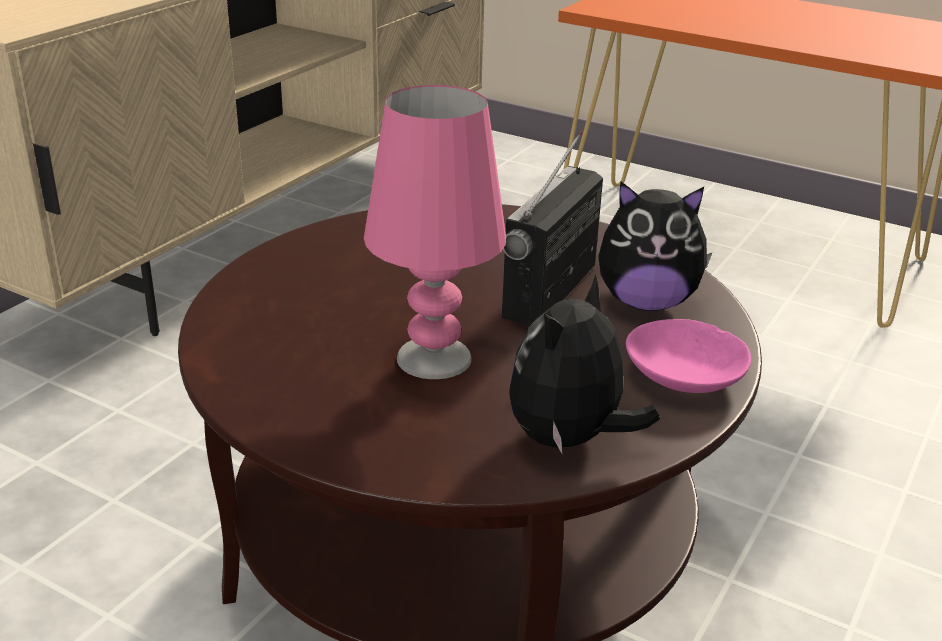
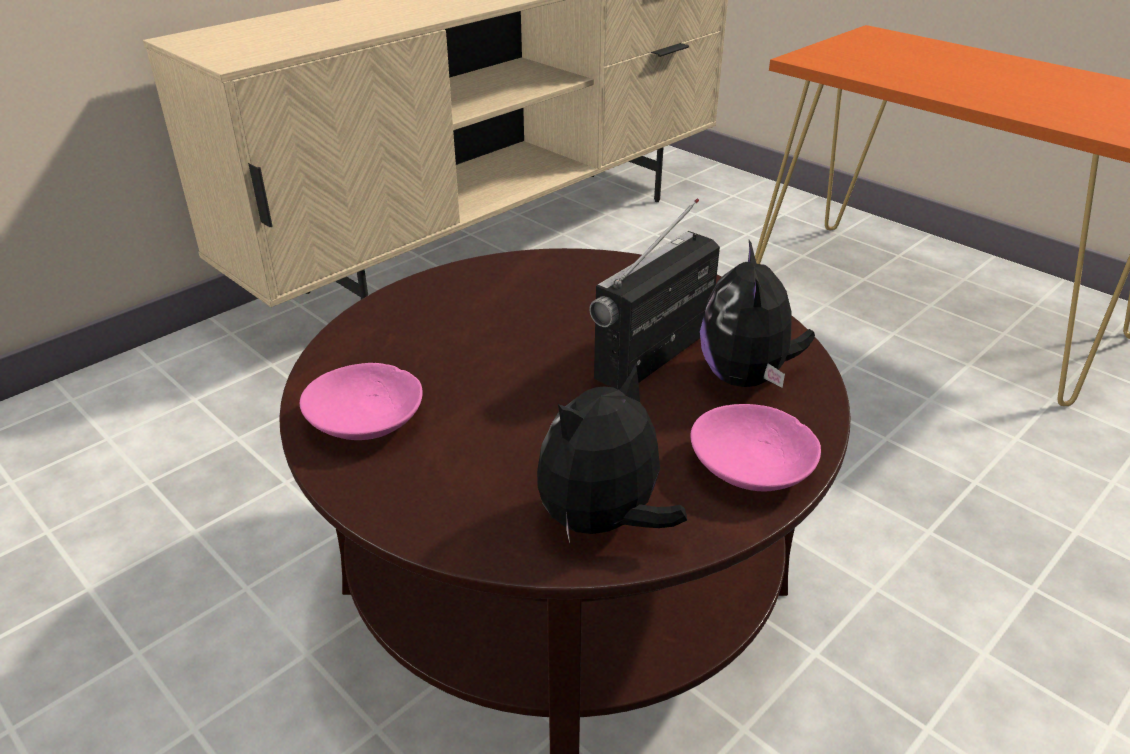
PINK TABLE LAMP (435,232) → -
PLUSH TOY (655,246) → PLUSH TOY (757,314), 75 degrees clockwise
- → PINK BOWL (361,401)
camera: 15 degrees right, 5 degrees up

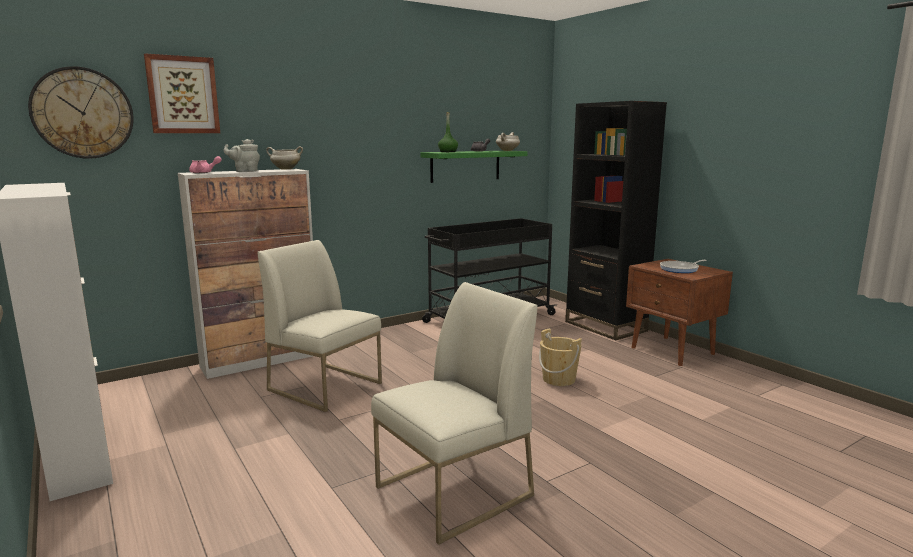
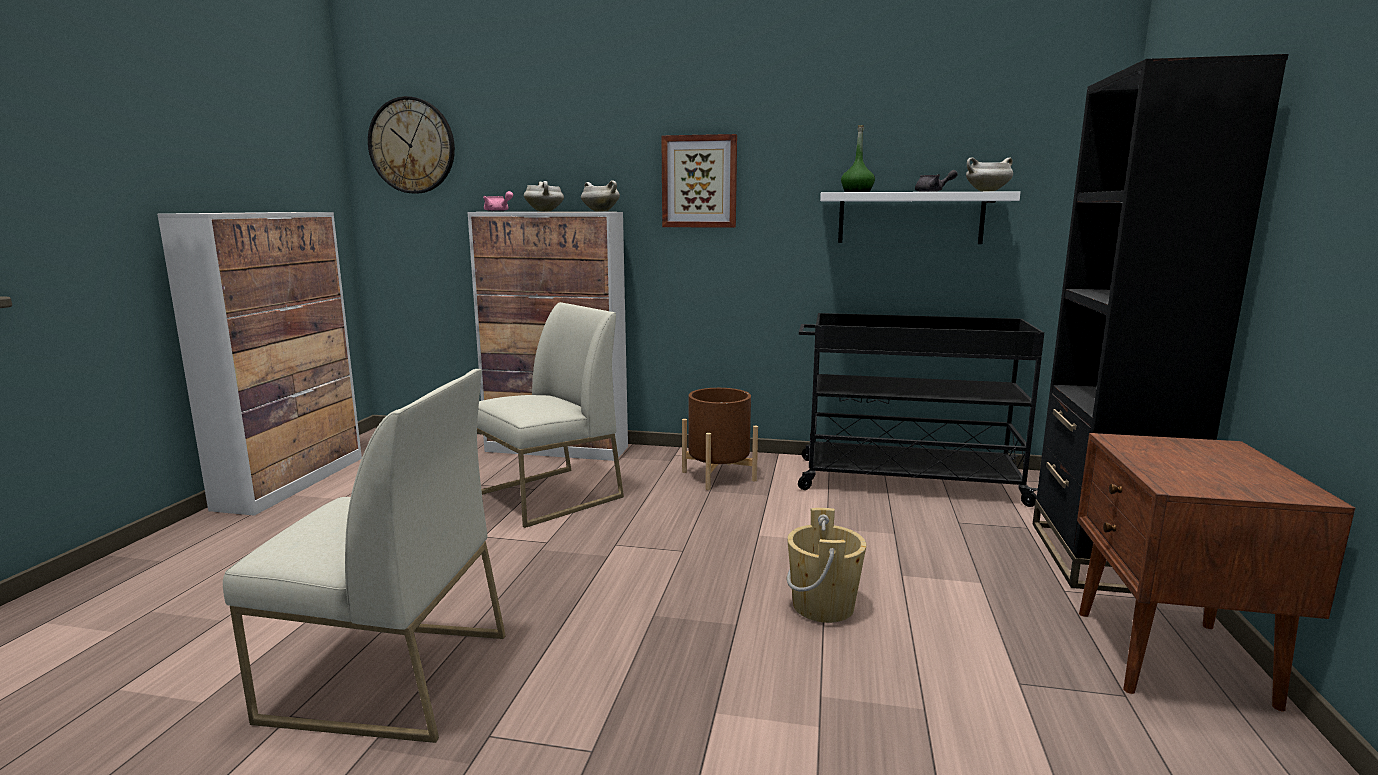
PICTURE (182,93) → PICTURE (699,181), moved
GREY TEAPOT (241,155) → WHITE COOKING POT (544,196)
GREEN SHELF (473,167) → WHITE SHELF (920,217)
WHITE CHAIR (320,326) → WHITE CHAIR (550,415), 60 degrees clockwise
FRYING PAN (683,266) → -
- → BROWN PLANTER (720,439)
camera: 45 degrees right, 0 degrees up

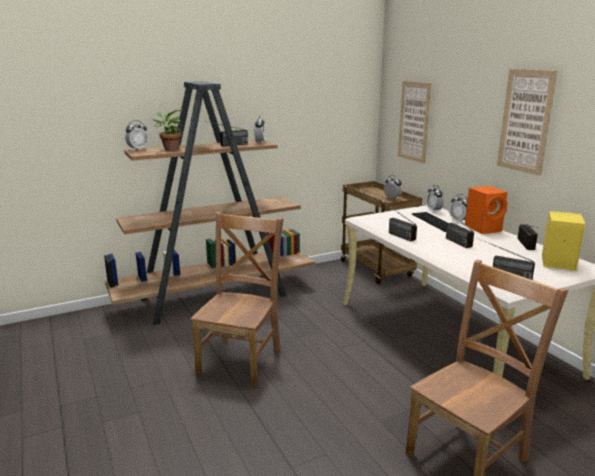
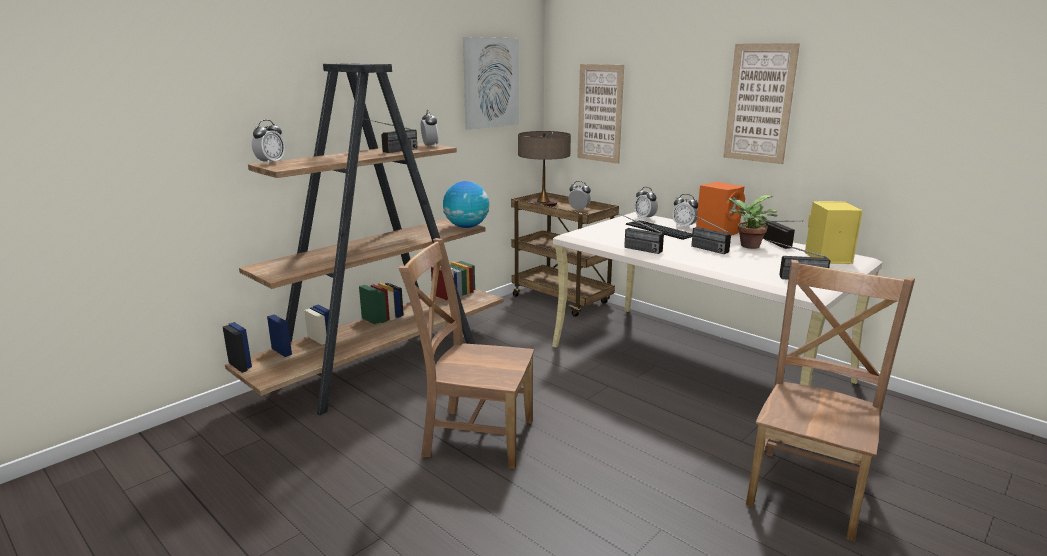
POTTED PLANT (167,130) → POTTED PLANT (752,222), moved
BROWN CHAIR (237,299) → BROWN CHAIR (466,353), 75 degrees counterclockwise
- → PICTURE (491,83)
- → TABLE LAMP (544,169)
- → GLOBE (466,204)
camera: 20 degrees left, 0 degrees up

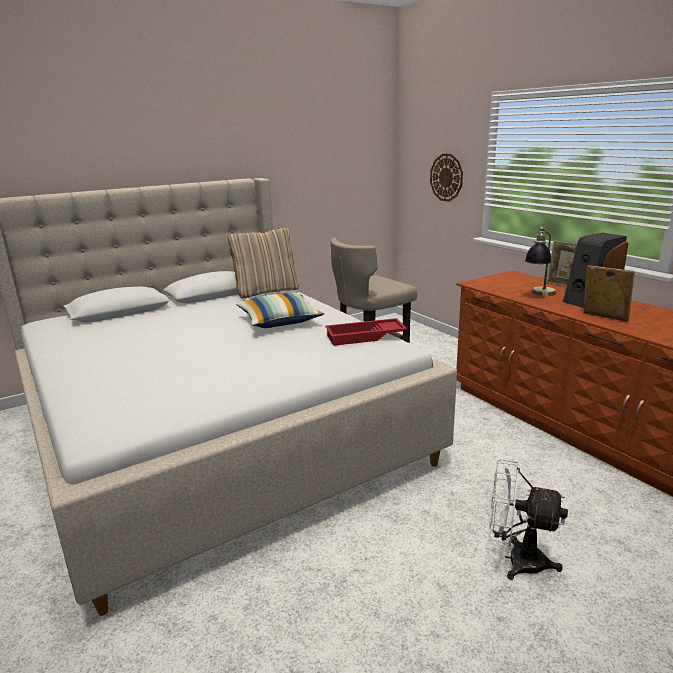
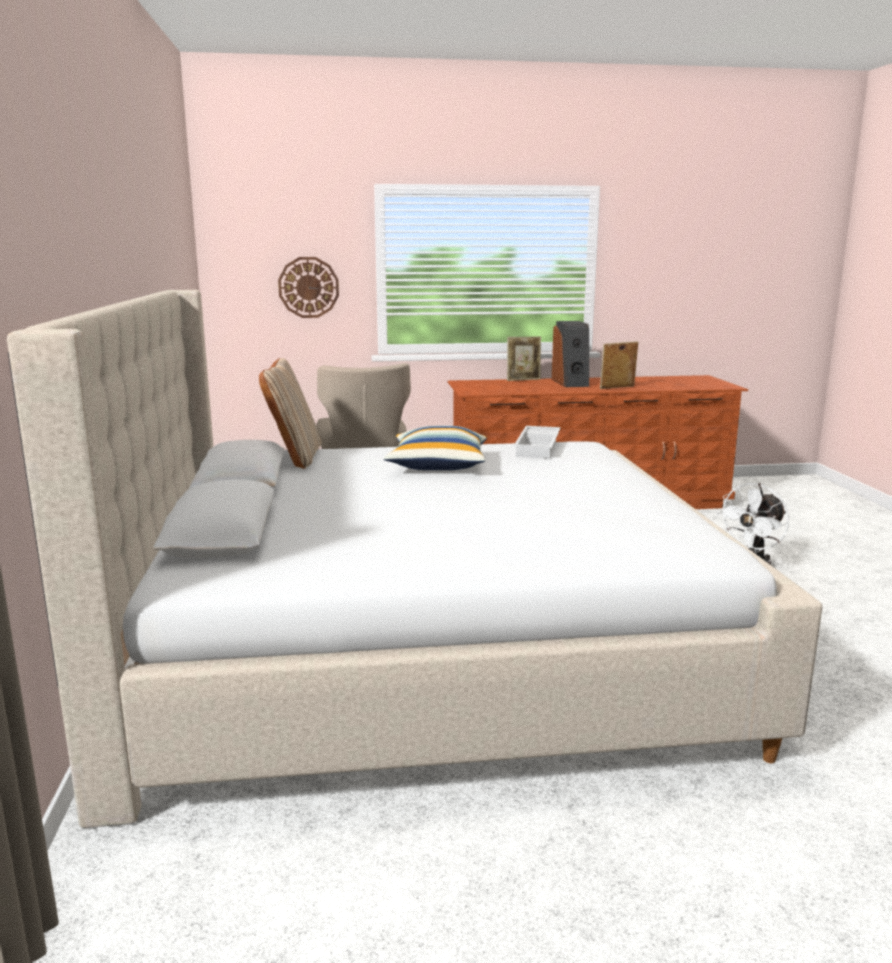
TABLE LAMP (540,261) → -
RED TRAY (366,332) → WHITE TRAY (537,442)
camera: 65 degrees left, 5 degrees down

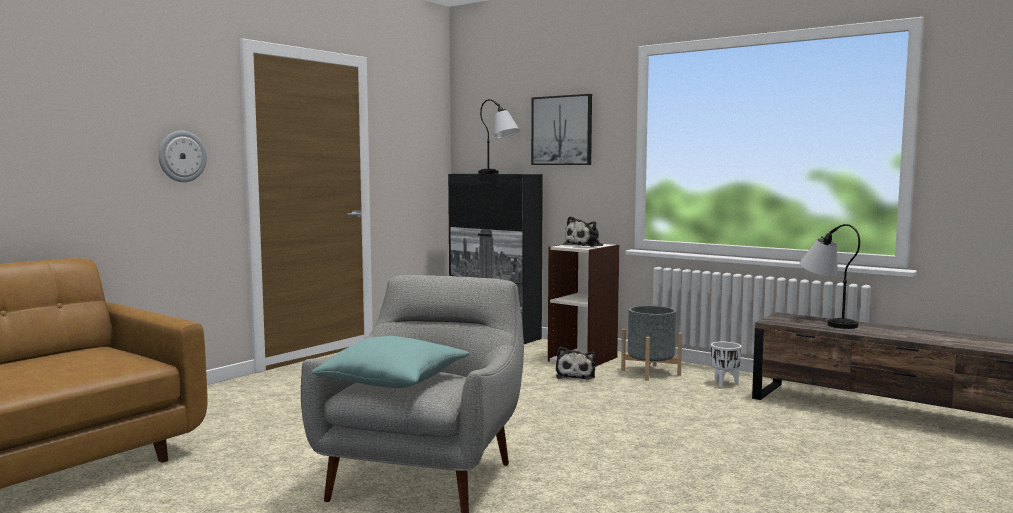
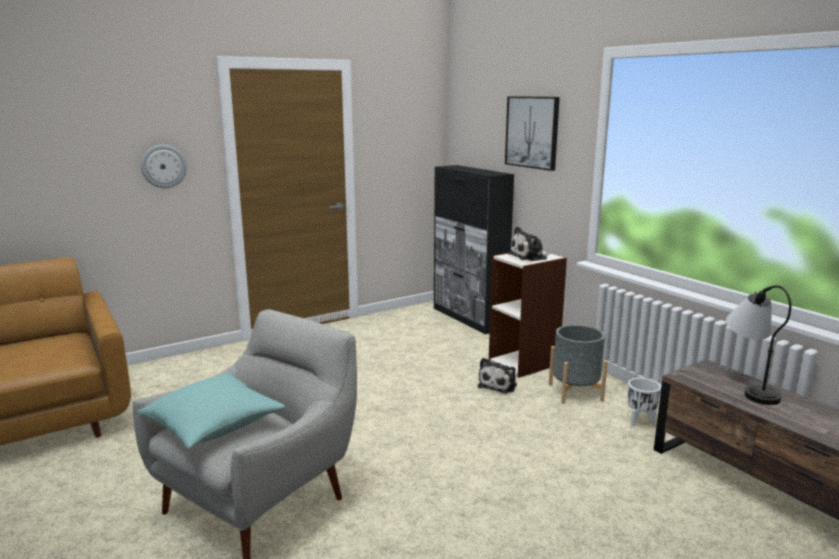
TABLE LAMP (499,136) → -
camera: 20 degrees right, 10 degrees up

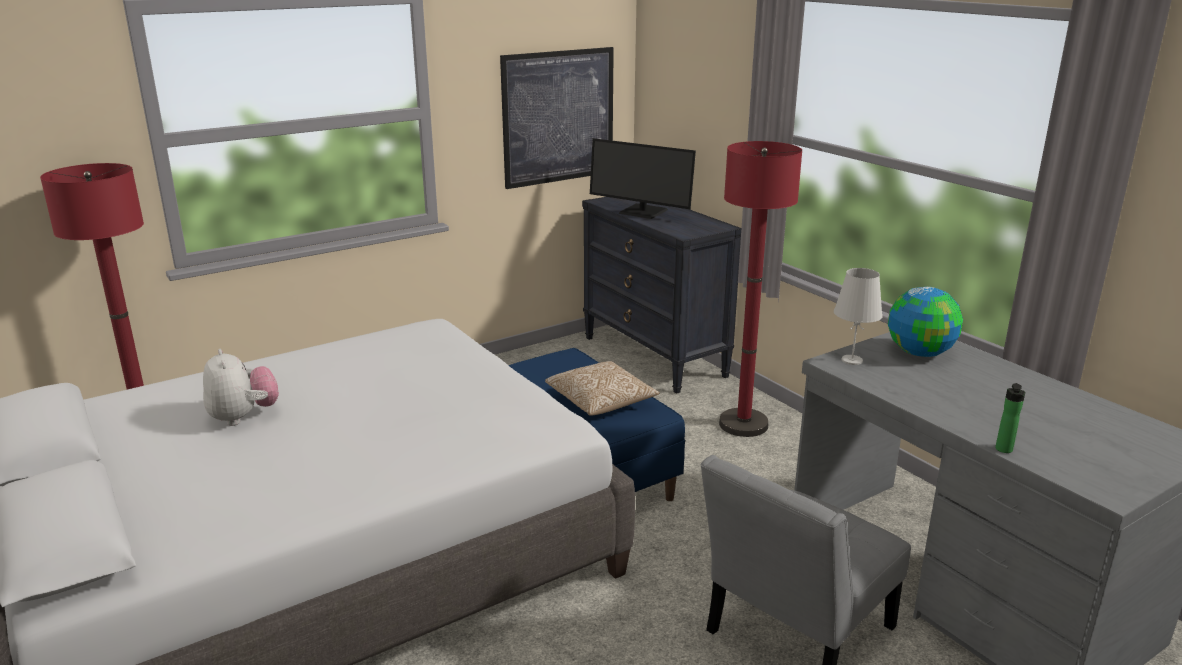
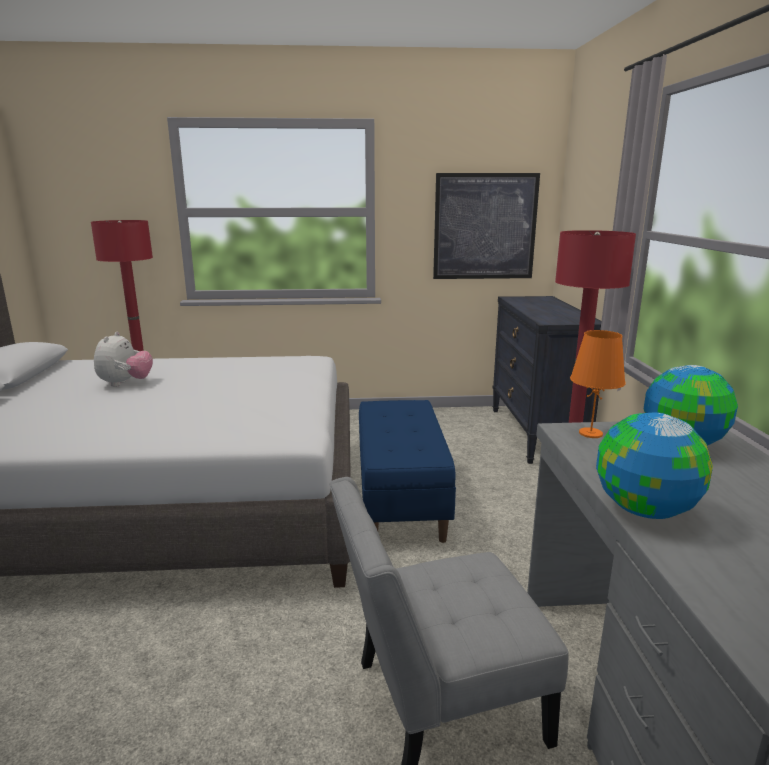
MONITOR (643,178) → -
WHITE TABLE LAMP (858,316) → ORANGE TABLE LAMP (598,384)
PILLOW (602,388) → -
BOTTLE (1010,418) → -
- → GLOBE (654,466)
camera: 30 degrees right, 5 degrees down

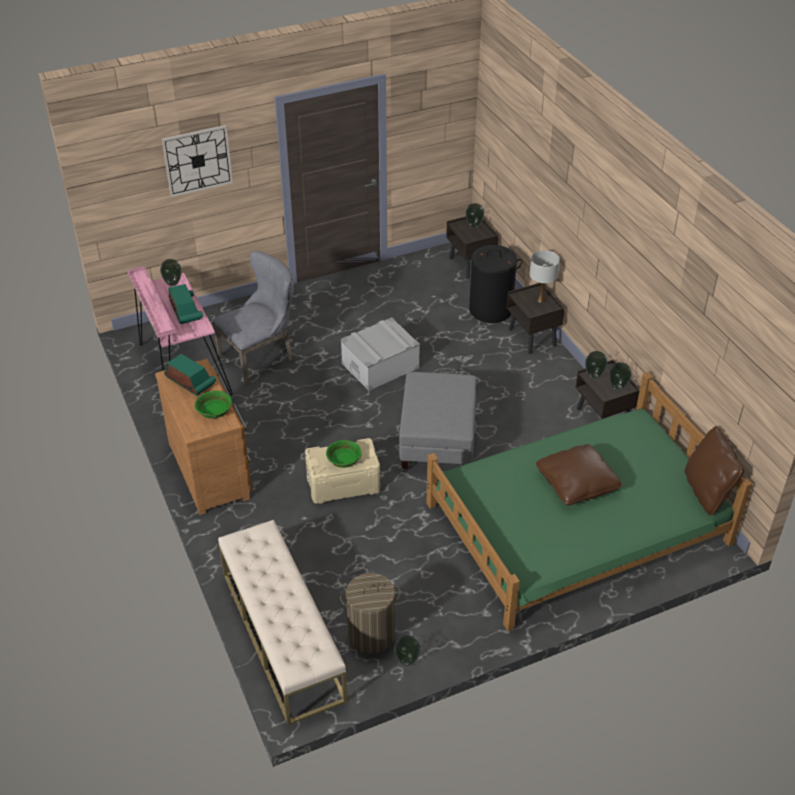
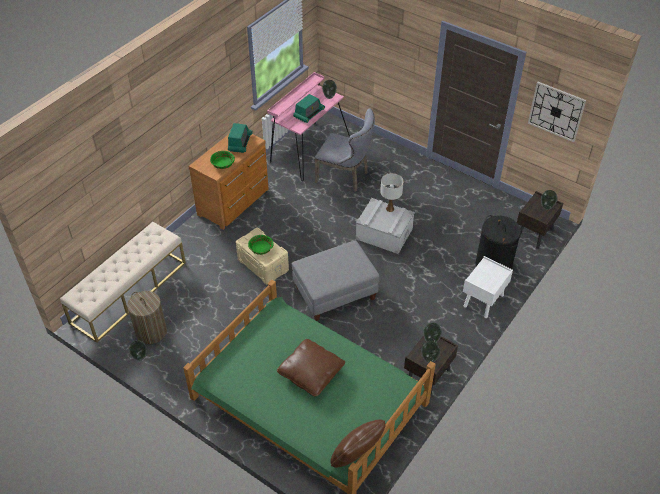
WALL CLOCK (197,161) → WALL CLOCK (557,112), moved
WHITE TABLE LAMP (545,276) → WHITE TABLE LAMP (391,192), moved
BROWN NIGHTSTAND (536,318) → WHITE NIGHTSTAND (488,287)
camera: 60 degrees right, 5 degrees up

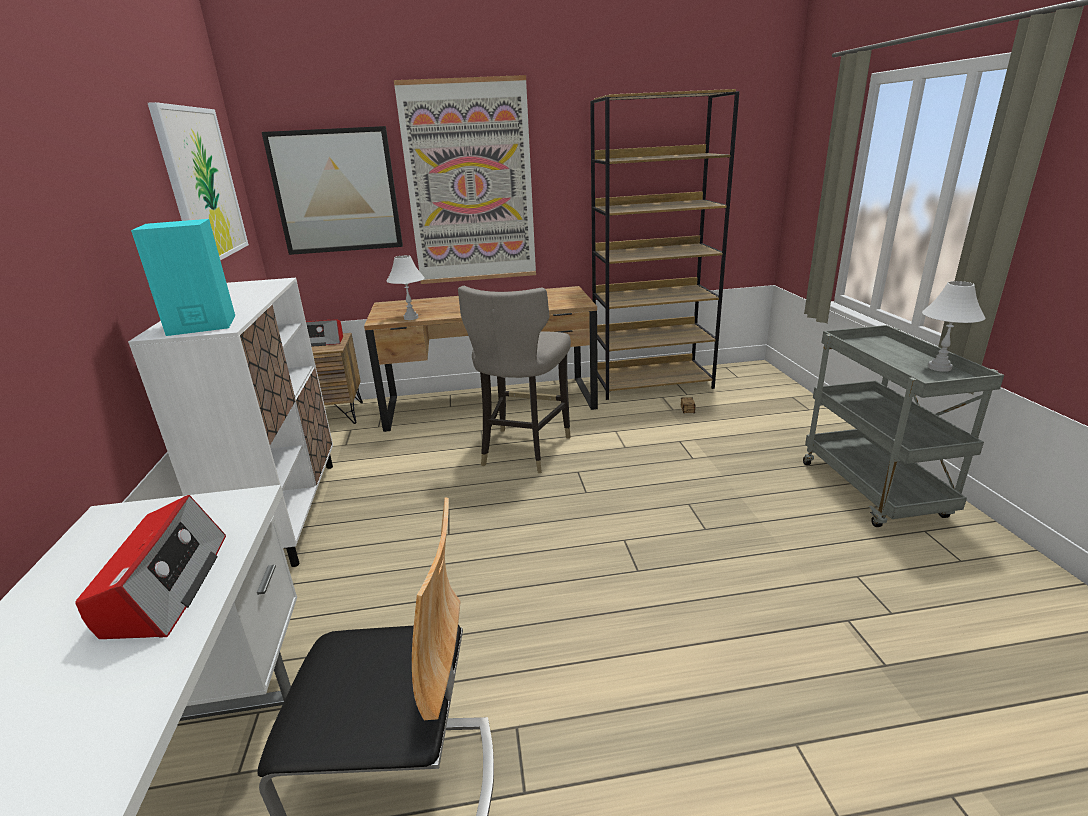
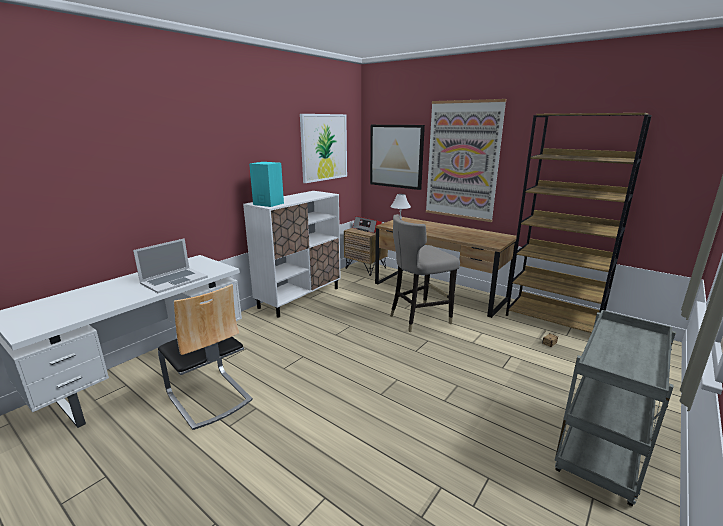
WHITE TABLE LAMP (953,326) → -
RADIO (150,567) → LAPTOP (170,265)
camera: 45 degrees right, 5 degrees down

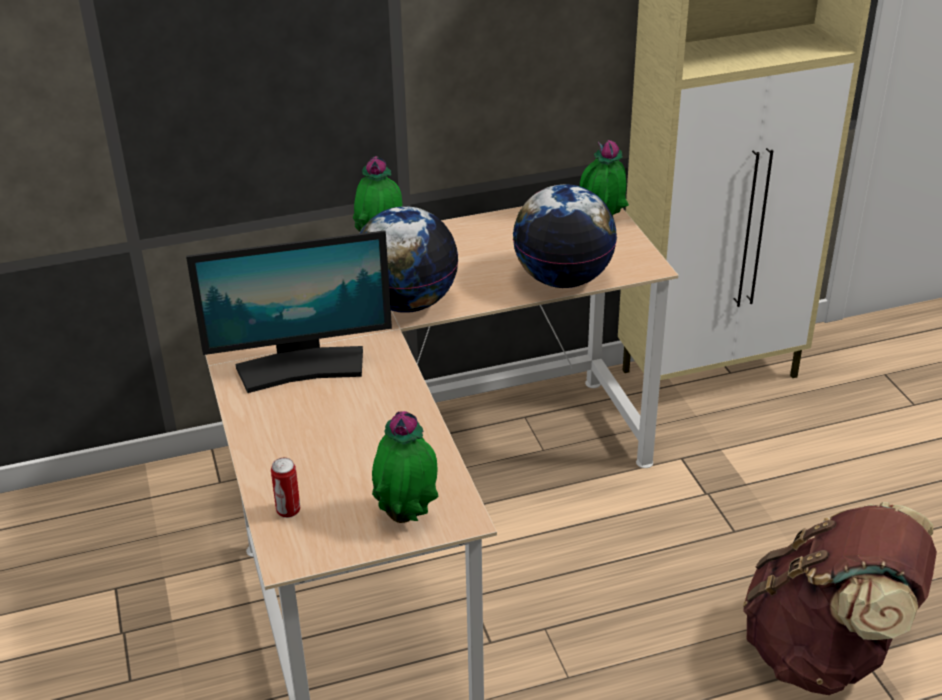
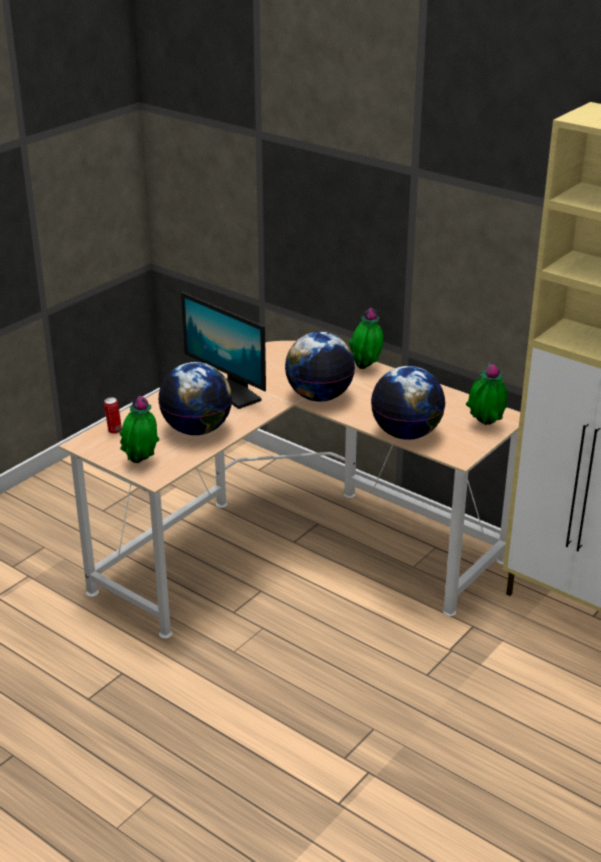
BROWN BACKPACK (840,598) → -
- → GLOBE (195,398)
camera: 55 degrees right, 5 degrees down

